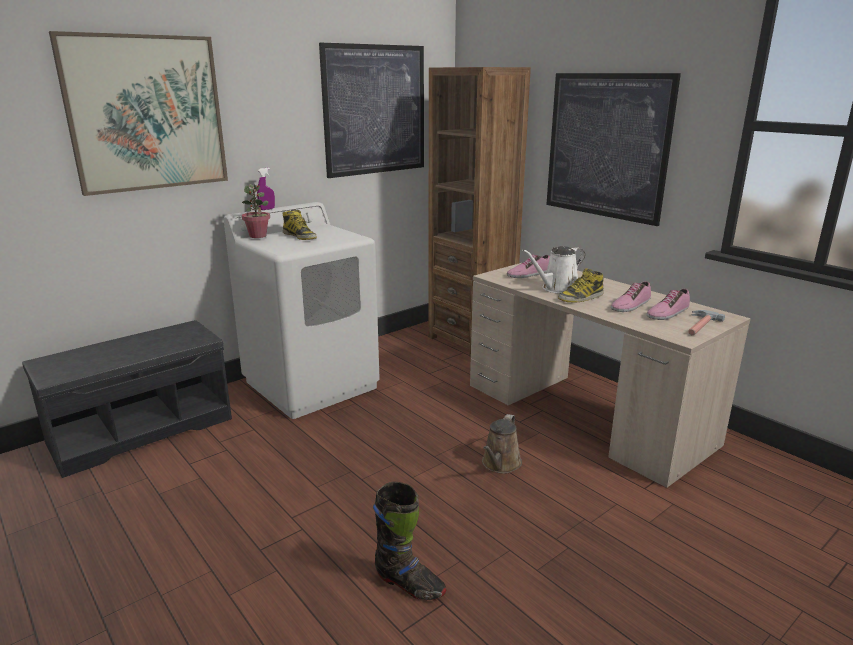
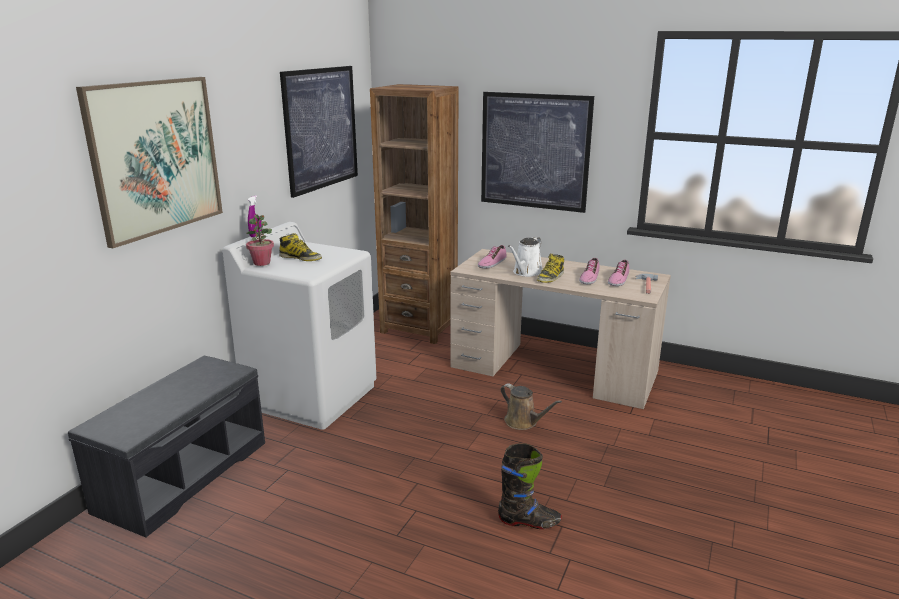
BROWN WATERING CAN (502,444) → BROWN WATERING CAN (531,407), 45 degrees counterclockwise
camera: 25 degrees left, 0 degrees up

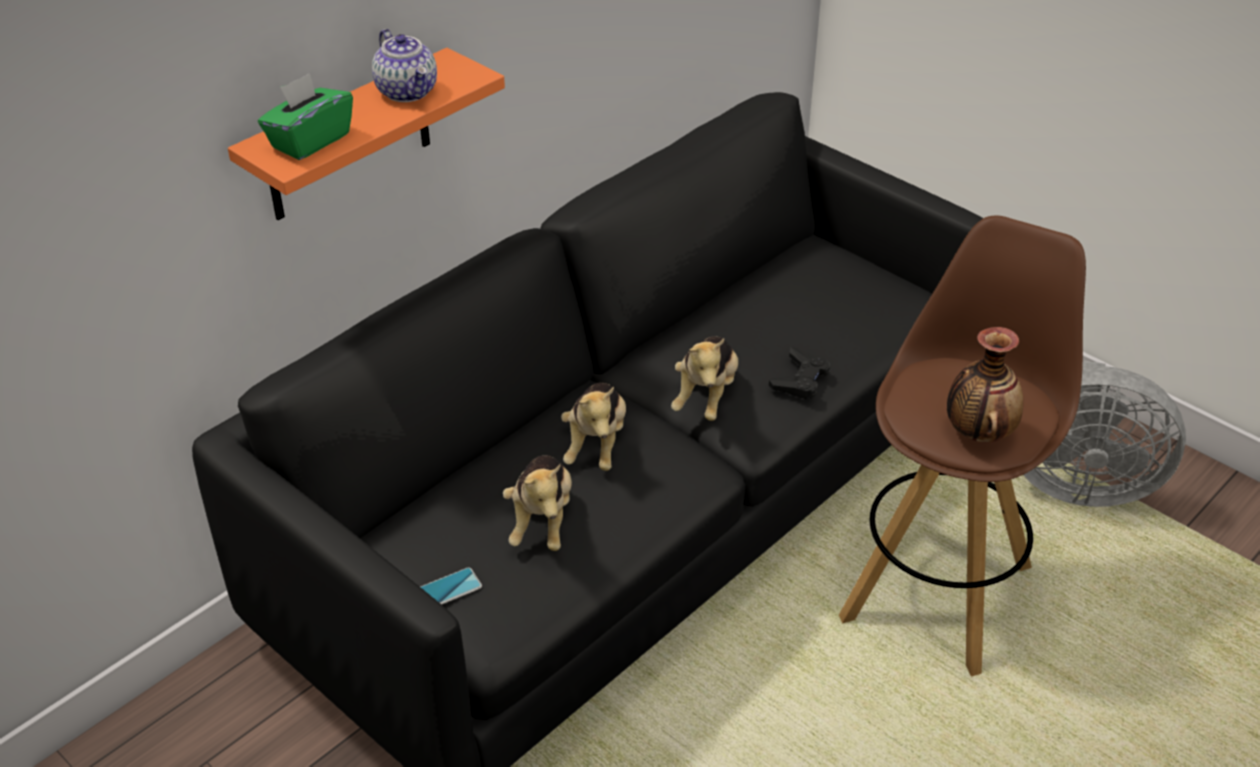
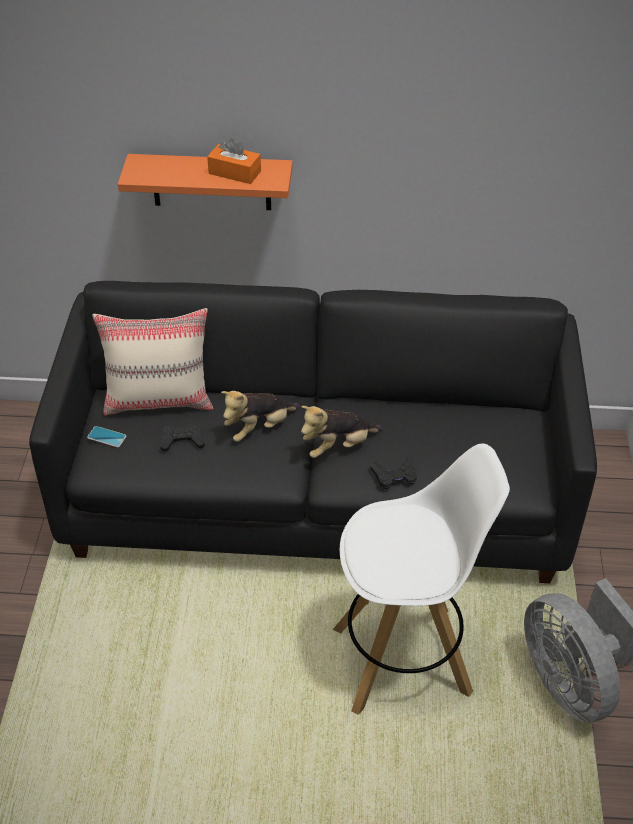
TEAPOT (404,65) → ORANGE TISSUE BOX (234,161)
GREEN TISSUE BOX (305,116) → -
BROWN STOOL (962,446) → WHITE STOOL (421,579)
VASE (985,384) → -
PLUSH TOY (537,503) → BLACK GAME CONTROLLER (182,437)
- → BEIGE PILLOW (152,361)
camera: 50 degrees right, 5 degrees up

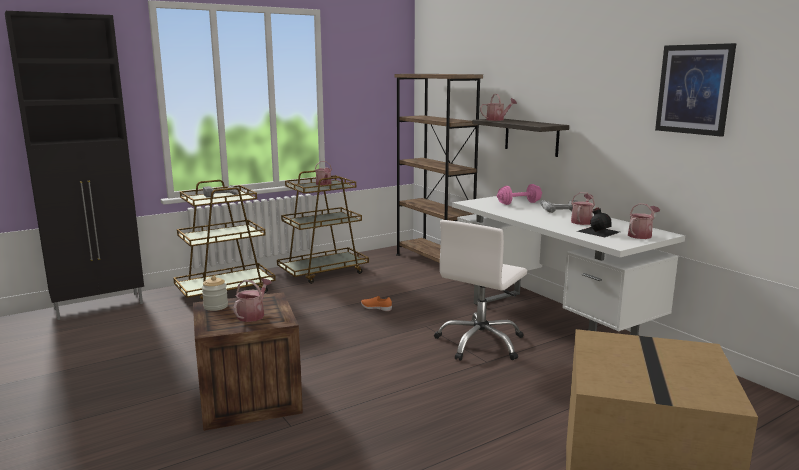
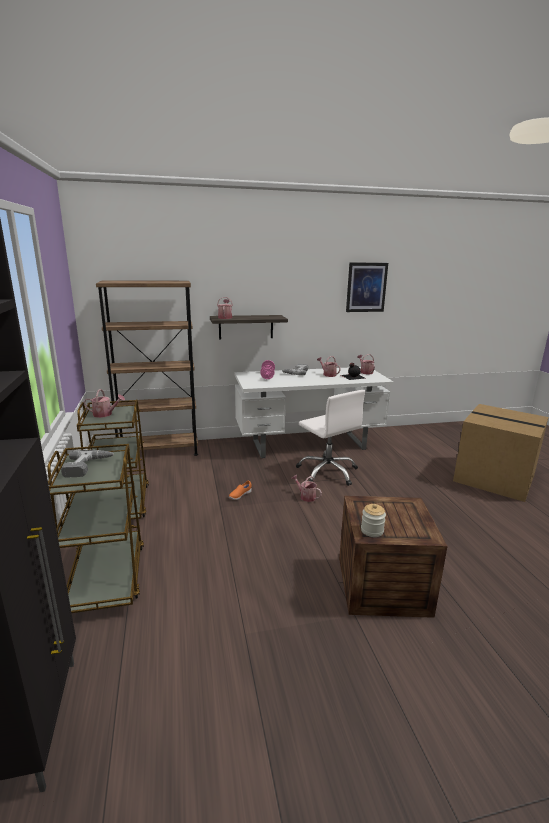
WATERING CAN (252,300) → WATERING CAN (306,488), moved
camera: 70 degrees left, 5 degrees up

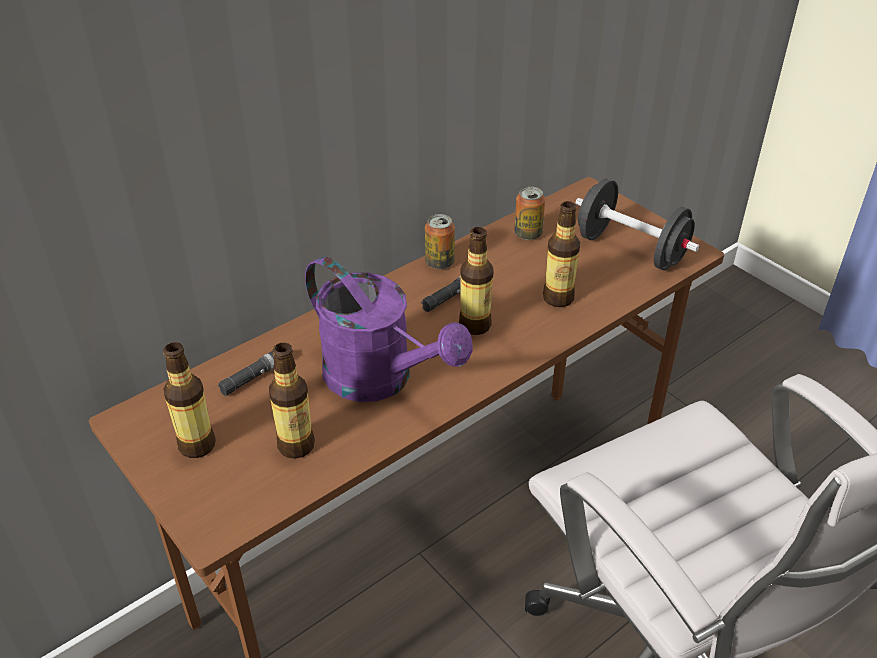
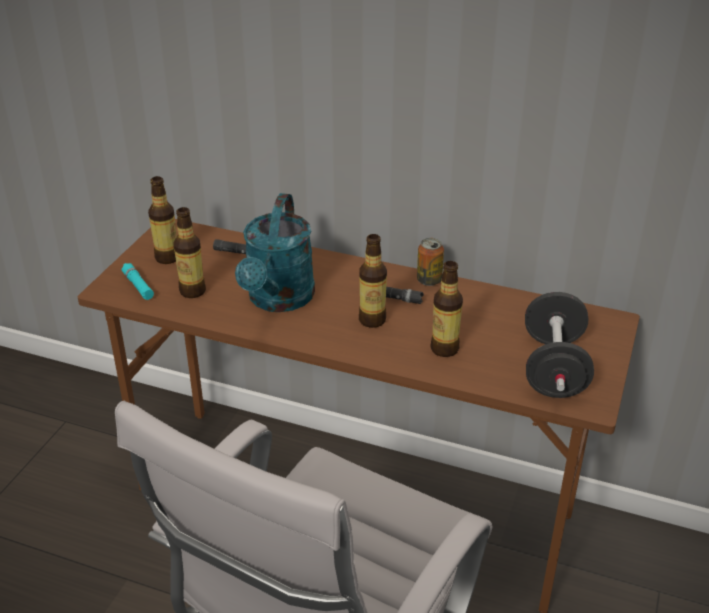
CAN (529,213) → -
PURPLE WATERING CAN (389,329) → TURQUOISE WATERING CAN (275,252)
- → TURQUOISE FLASHLIGHT (137,281)
camera: 60 degrees right, 5 degrees down

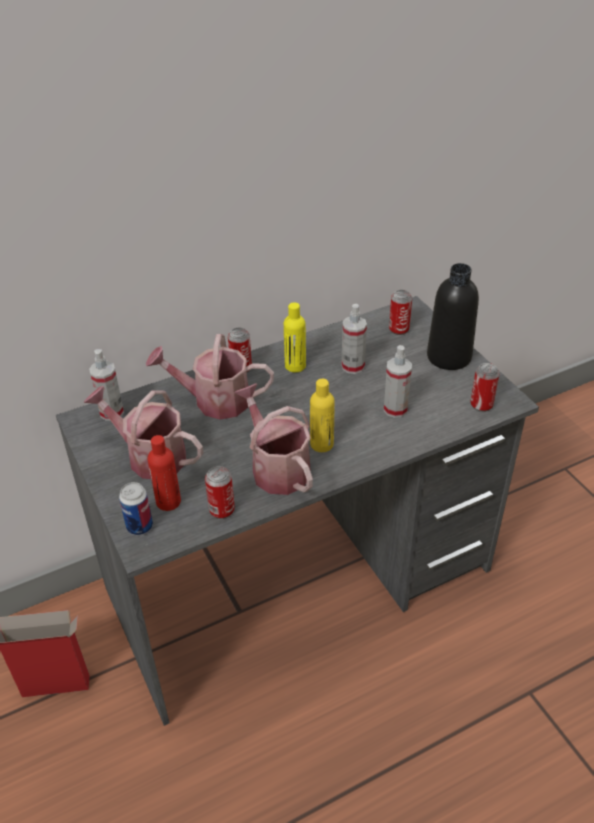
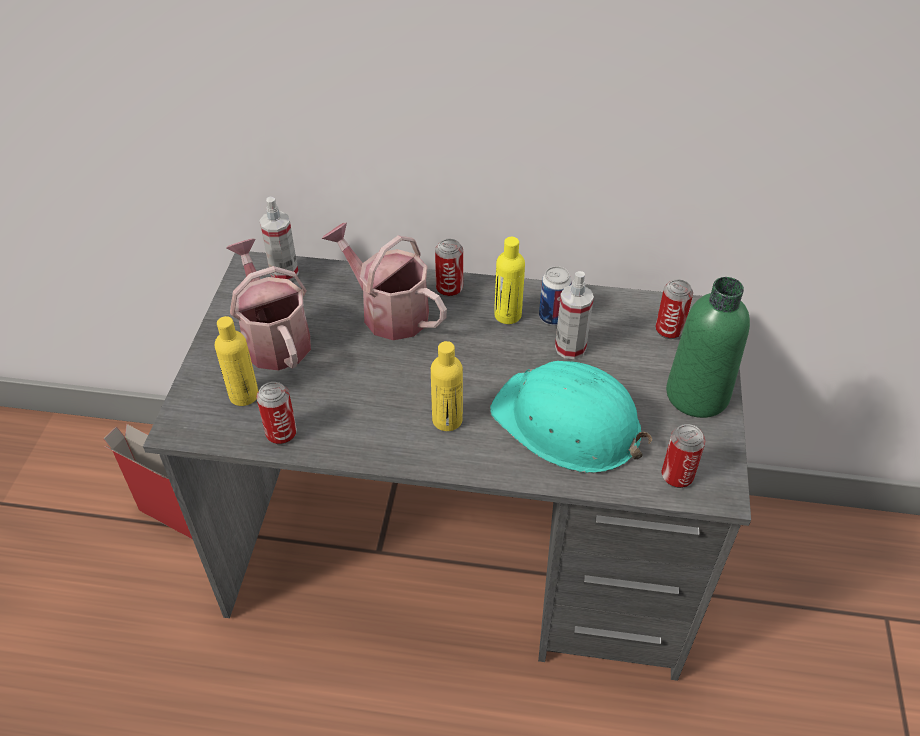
BLACK BOTTLE (453,316) → GREEN BOTTLE (708,347)
SPRAY BOTTLE (398,381) → TURQUOISE HARD HAT (571,417)
WATERING CAN (273,439) → -
RED BOTTLE (164,473) → YELLOW BOTTLE (236,361)
CAN (136,508) → CAN (555,295), moved
camera: 35 degrees right, 5 degrees up

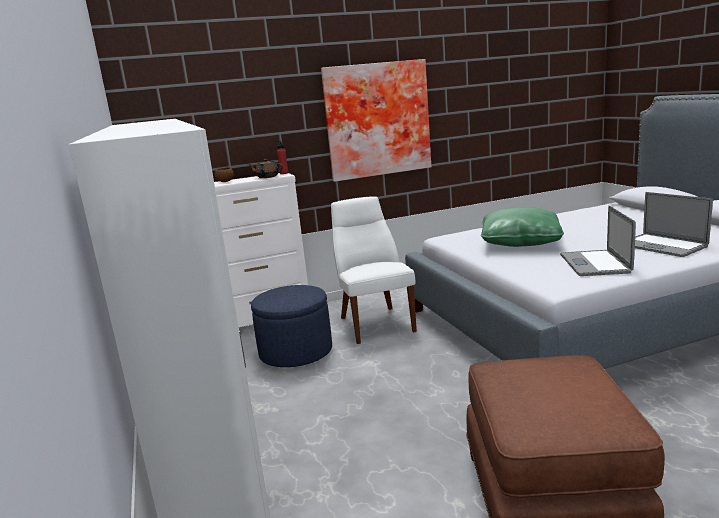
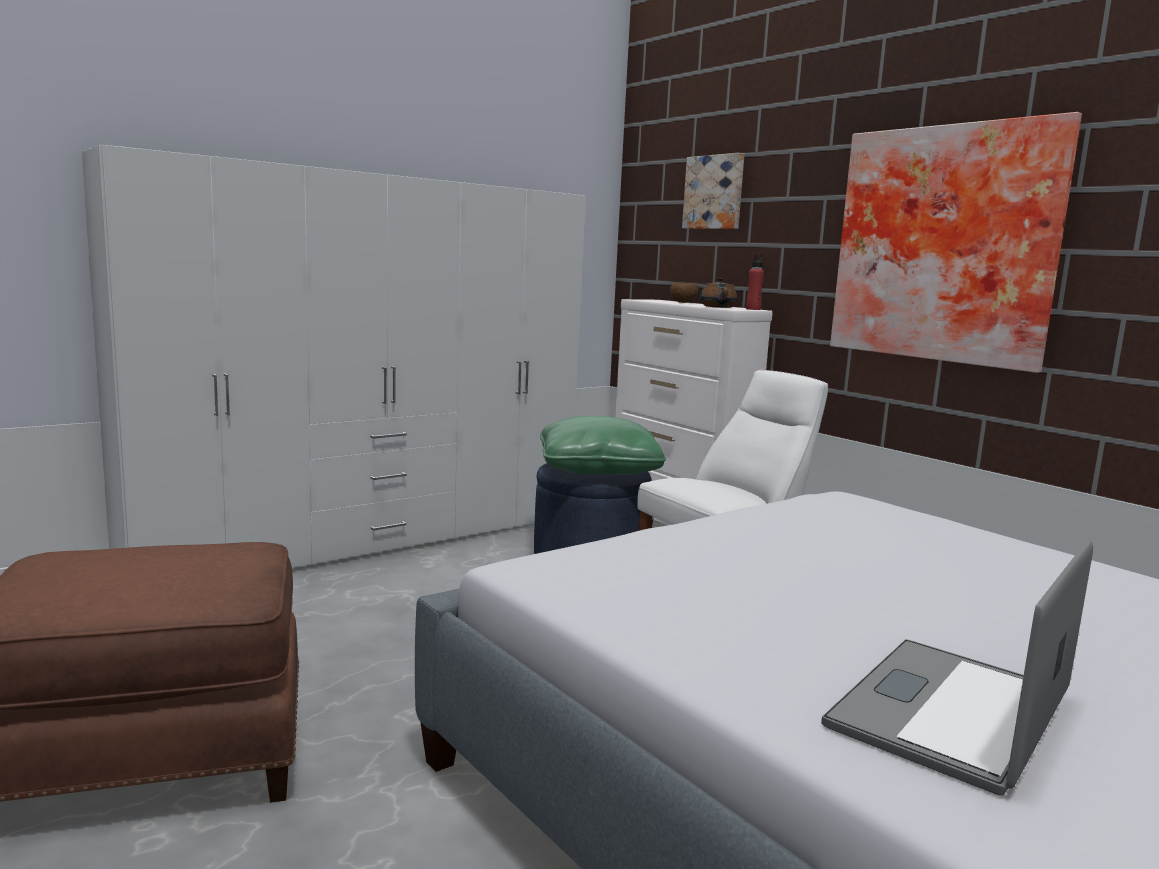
LAPTOP (598,240) → -
GREEN PILLOW (522,227) → GREEN PILLOW (603,445), moved
- → PICTURE (713,191)
camera: 70 degrees right, 5 degrees down

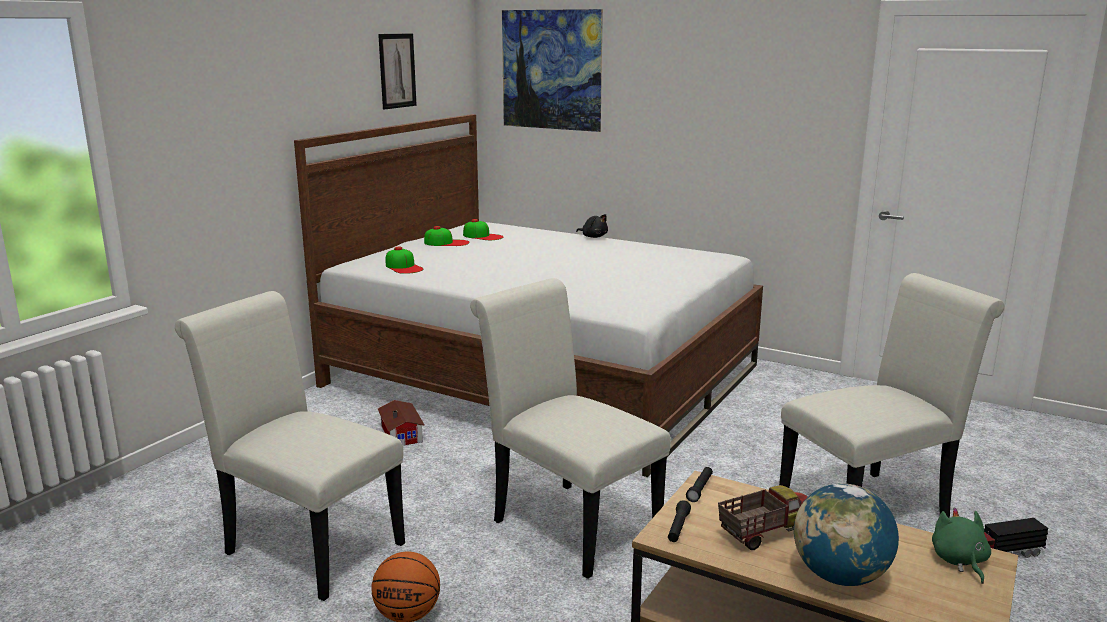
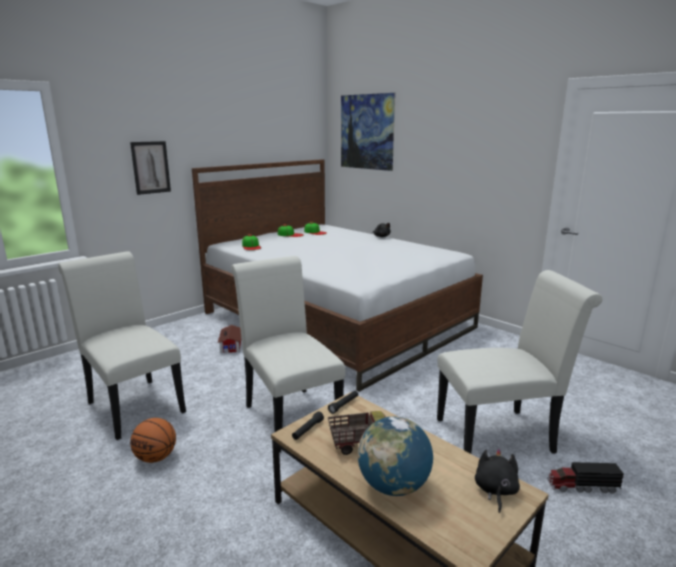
PICTURE (397,71) → PICTURE (150,168), moved
GREEN PLUSH TOY (961,546) → BLACK PLUSH TOY (497,480)
camera: 15 degrees right, 0 degrees up

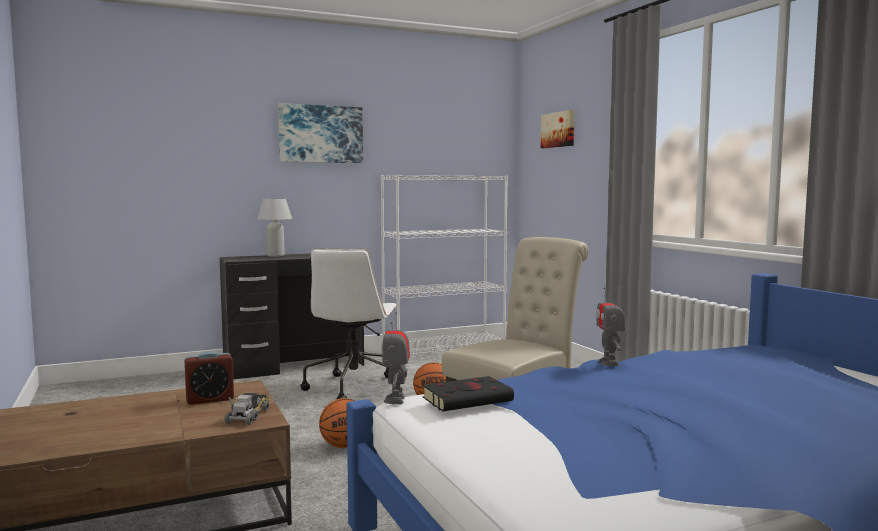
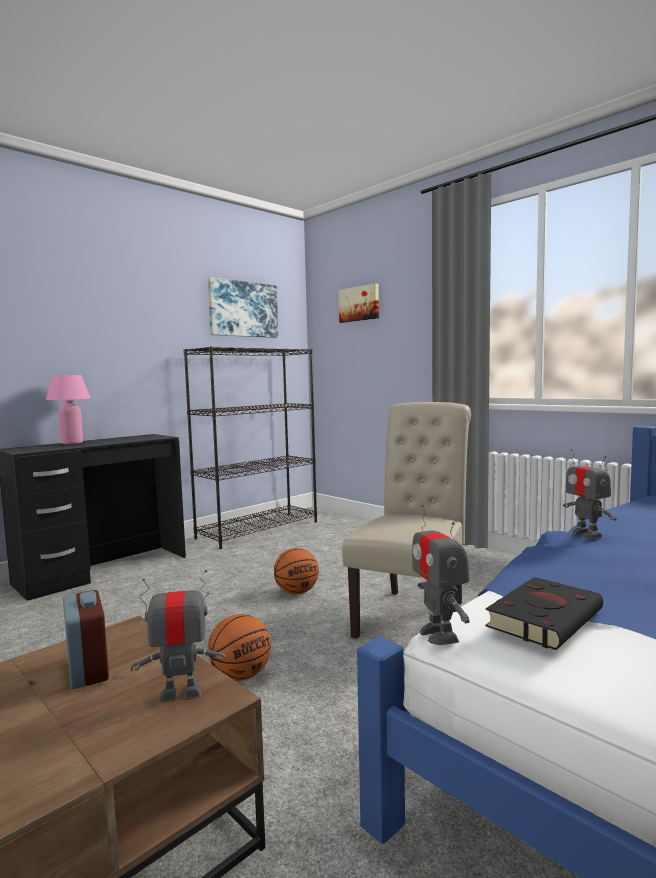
PICTURE (320,133) → PICTURE (243,307), moved
WHITE BOOKCASE (444,264) → BLACK BOOKCASE (250,447)
WHITE TABLE LAMP (274,228) → PINK TABLE LAMP (68,409)
WHITE OFFICE CHAIR (351,324) → -
ALARM CLOCK (209,378) → ALARM CLOCK (86,639), 75 degrees counterclockwise
TOY TRUCK (247,409) → TOY ROBOT (178,636)
camera: 20 degrees left, 0 degrees up

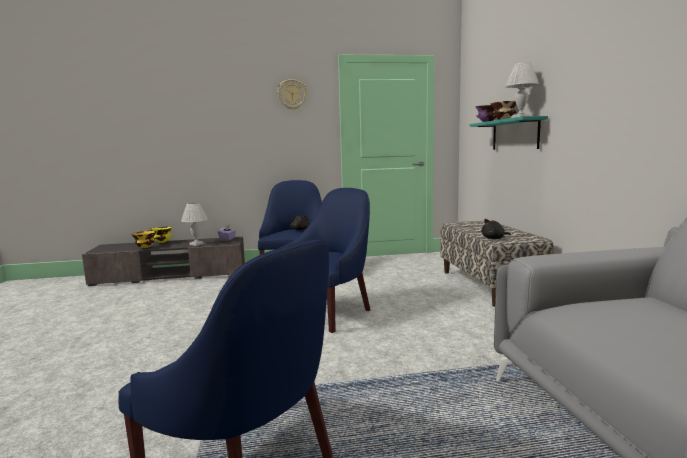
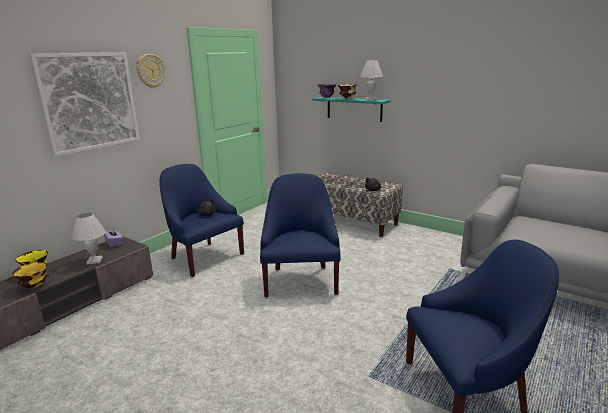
- → PICTURE (84,104)
camera: 45 degrees left, 10 degrees up

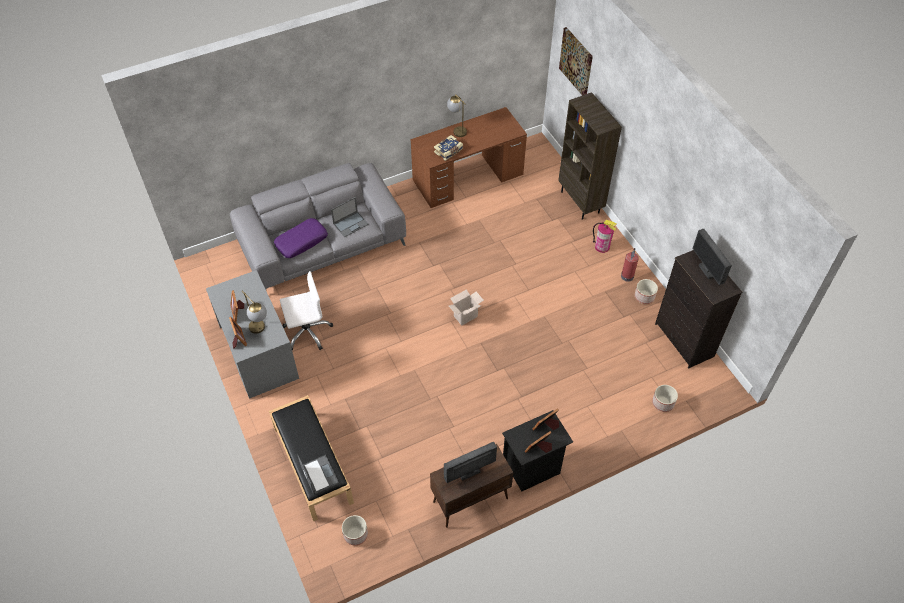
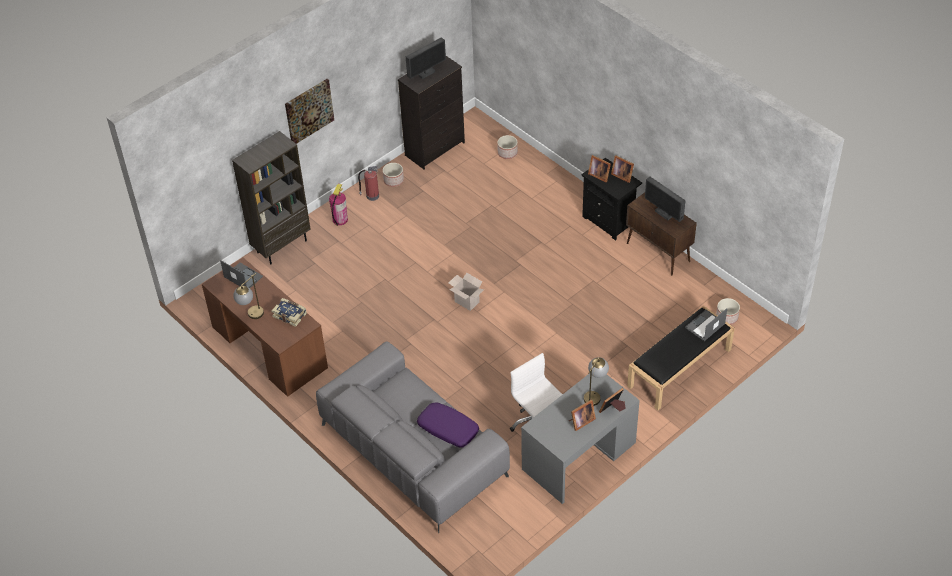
PICTURE (576,61) → PICTURE (309,111), moved
LAPTOP (350,217) → LAPTOP (241,274), moved
camera: 105 degrees left, 5 degrees down

